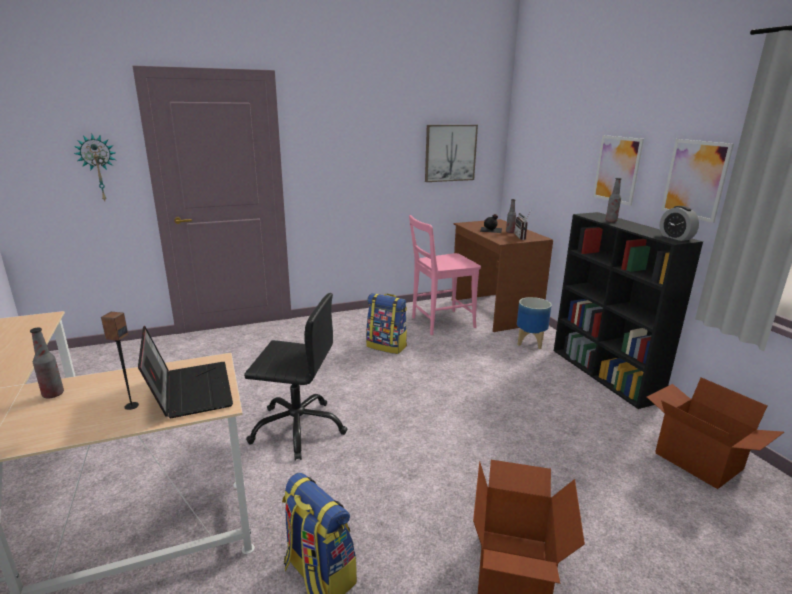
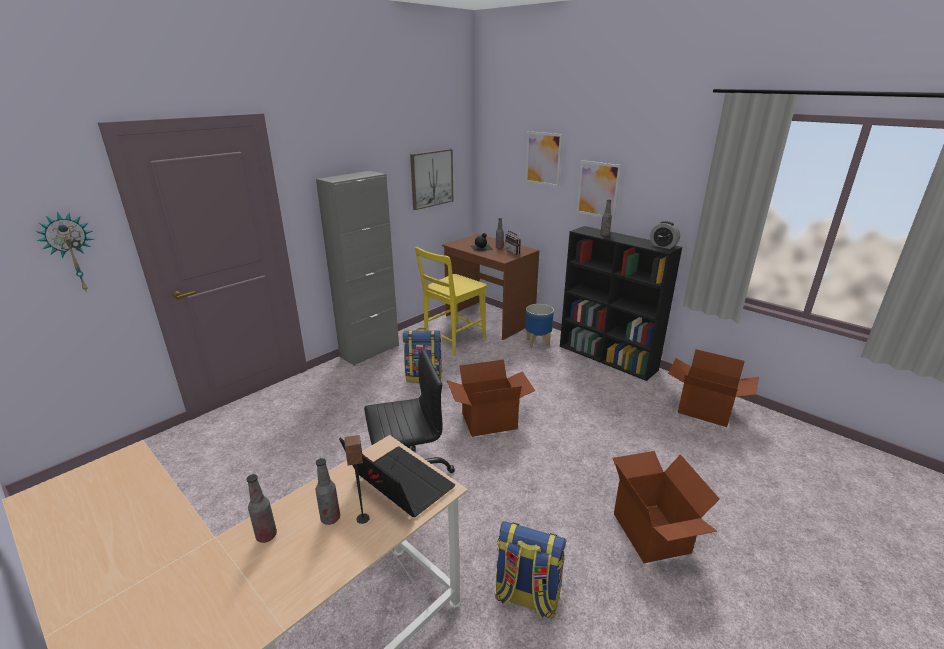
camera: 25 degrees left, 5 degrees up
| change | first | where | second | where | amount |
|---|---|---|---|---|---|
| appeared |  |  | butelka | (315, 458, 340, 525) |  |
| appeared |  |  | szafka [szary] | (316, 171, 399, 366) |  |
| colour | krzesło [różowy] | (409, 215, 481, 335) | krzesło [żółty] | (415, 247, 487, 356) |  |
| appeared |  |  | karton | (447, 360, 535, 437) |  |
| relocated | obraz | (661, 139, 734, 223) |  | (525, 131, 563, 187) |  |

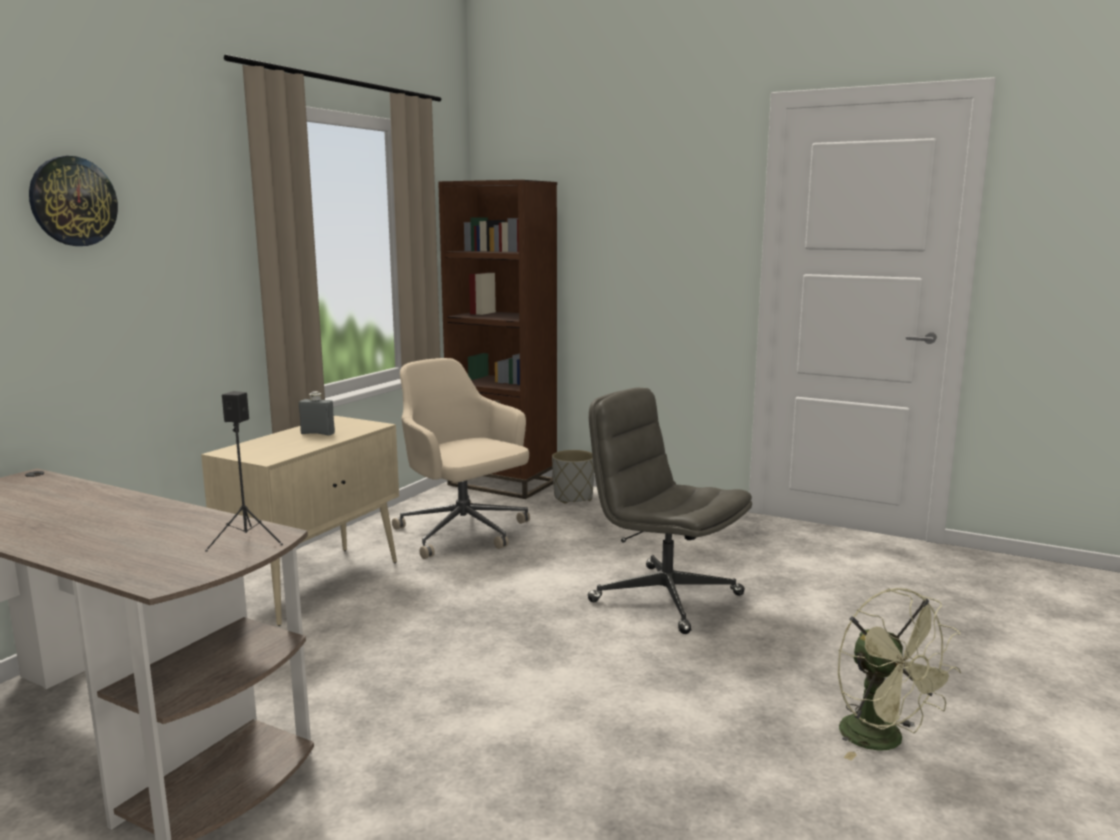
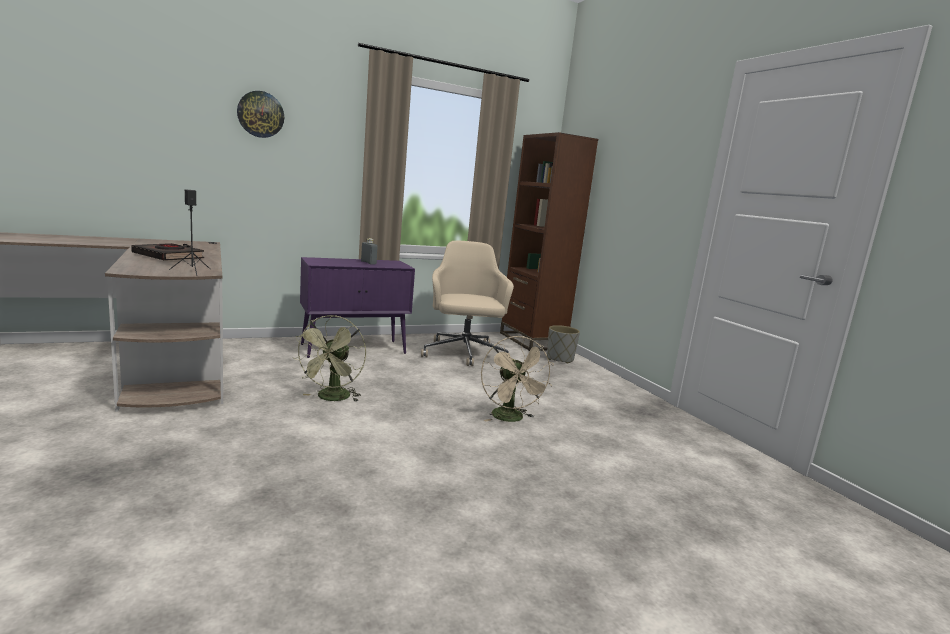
camera: 35 degrees right, 0 degrees up
| change | first | where | second | where | amount |
|---|---|---|---|---|---|
| appeared |  |  | książka [czarny] | (131, 243, 204, 261) |  |
| relocated | wentylator [zielony] | (838, 588, 961, 760) |  | (294, 315, 366, 401) |  |
| colour | szafka [beżowy] | (201, 416, 399, 626) | szafka [fioletowy] | (300, 257, 415, 358) |  |
| exchanged | krzesło biurowe [szary] | (588, 387, 752, 634) | wentylator [beżowy] | (481, 336, 554, 422) |  |

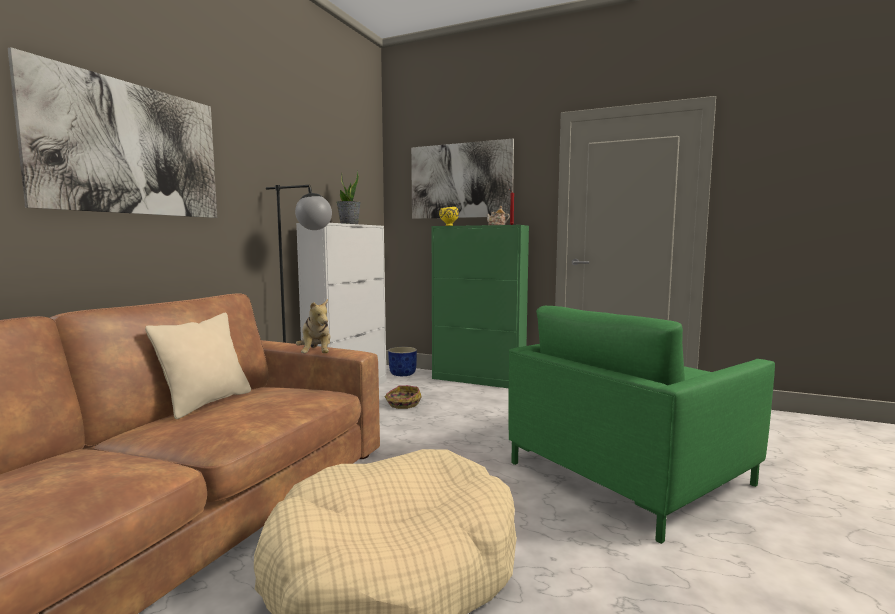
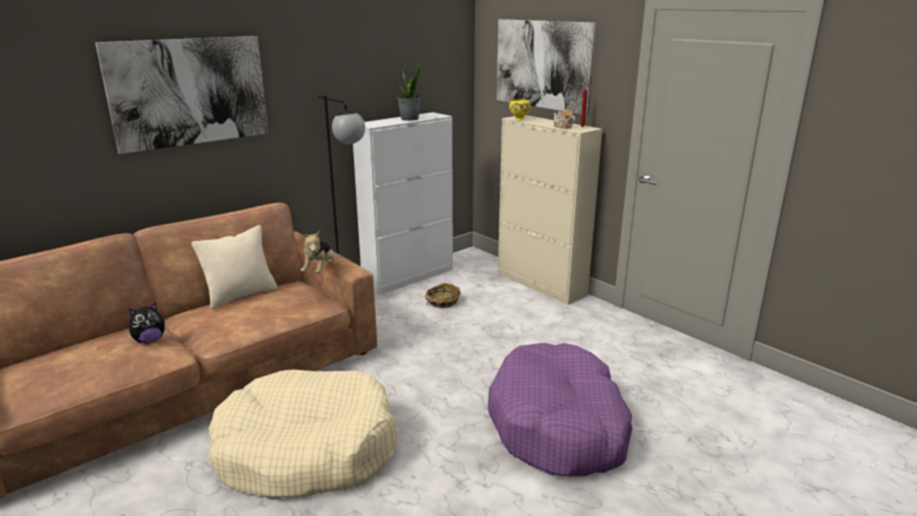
camera: 25 degrees right, 15 degrees up
| change | first | where | second | where | amount |
|---|---|---|---|---|---|
| appeared |  |  | pluszak | (129, 302, 165, 344) |  |
| exchanged | fotel [zielony] | (508, 306, 775, 544) | legowisko [fioletowy] | (488, 343, 633, 476) |  |
| colour | szafka [zielony] | (431, 225, 529, 388) | szafka [beżowy] | (498, 115, 603, 305) |  |
| missing | donica [niebieski] | (388, 347, 417, 376) |  |  |  |

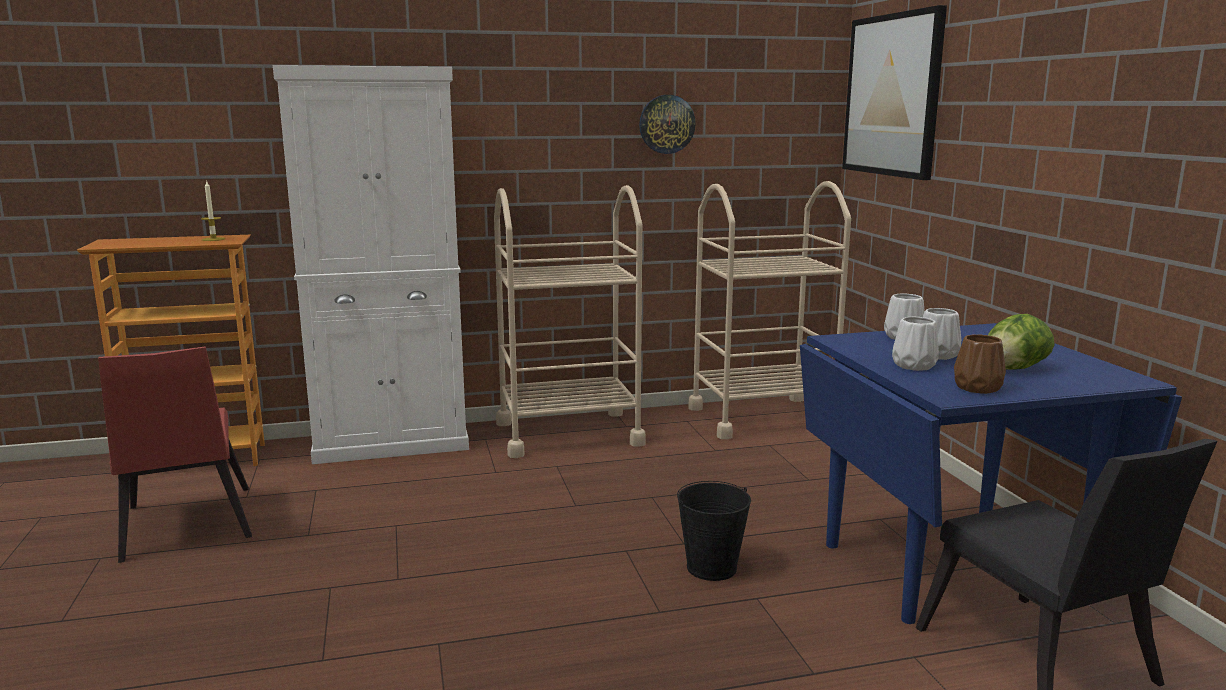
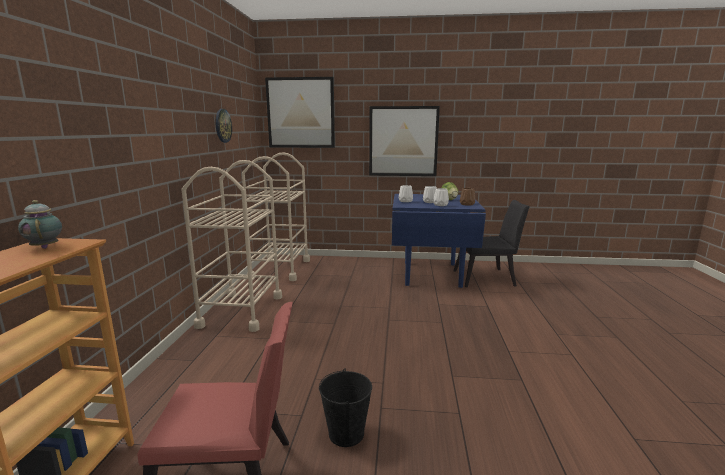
camera: 70 degrees left, 0 degrees up
| change | first | where | second | where | amount |
|---|---|---|---|---|---|
| exchanged | świeca | (201, 180, 225, 241) | imbryk | (18, 200, 62, 249) |  |
| relocated | wiadro [czarny] | (677, 481, 751, 581) |  | (319, 369, 372, 447) |  |
| appeared |  |  | obraz | (369, 106, 440, 176) |  |
| missing | szafka [biały] | (273, 65, 469, 464) |  |  |  |

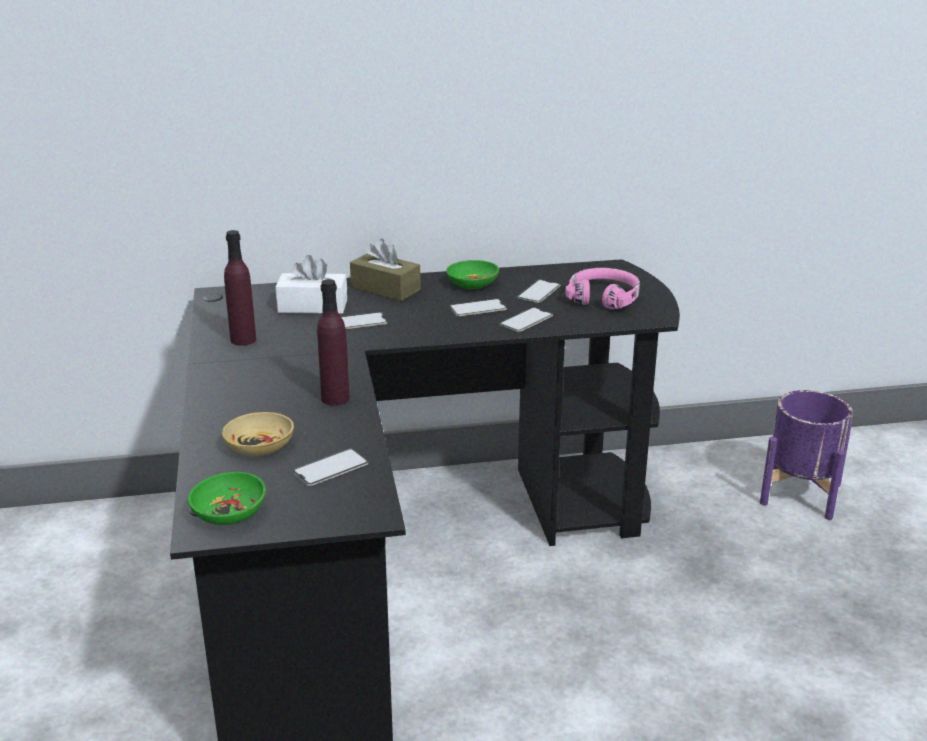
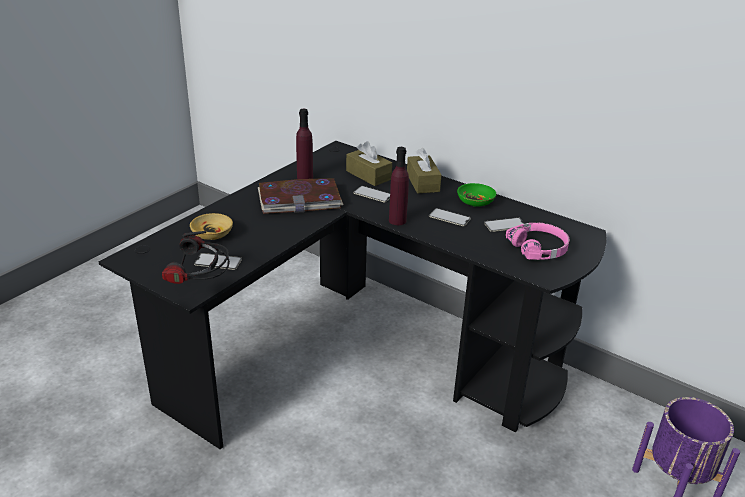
camera: 45 degrees right, 5 degrees up
| change | first | where | second | where | amount |
|---|---|---|---|---|---|
| appeared |  |  | słuchawki | (162, 231, 230, 284) |  |
| appeared |  |  | książka | (258, 178, 343, 214) |  |
| colour | pudełko chusteczek [biały] | (275, 255, 347, 314) | pudełko chusteczek [brązowy] | (346, 141, 392, 186) |  |
| relocated | butelka [fioletowy] | (317, 279, 350, 406) |  | (389, 147, 409, 225) |  |
| missing | miska [zielony] | (188, 472, 266, 525) |  |  |  |
| missing | telefon | (499, 307, 553, 332) |  |  |  |

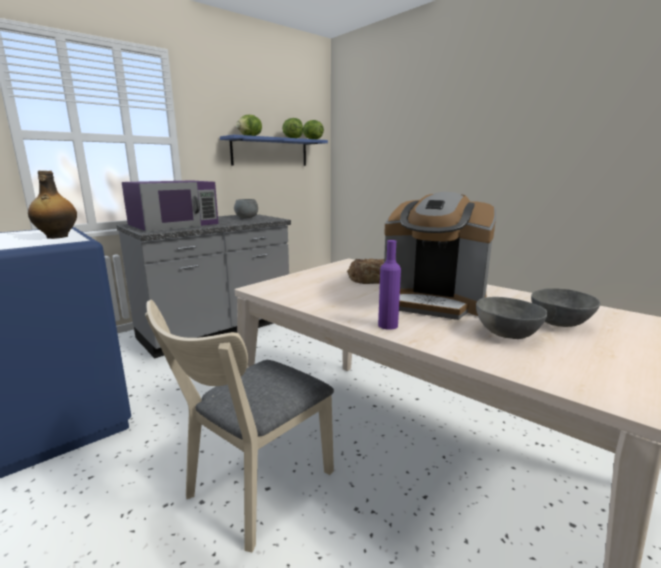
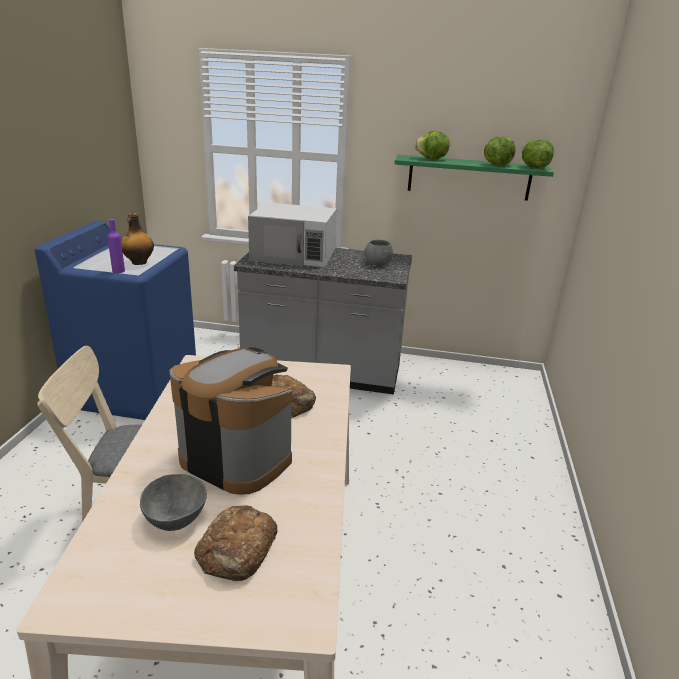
camera: 50 degrees right, 10 degrees up
| change | first | where | second | where | amount |
|---|---|---|---|---|---|
| relocated | butelka [fioletowy] | (378, 240, 401, 330) |  | (107, 219, 125, 273) |  |
| spun | ekspres do kawy | (384, 192, 496, 320) |  | (170, 347, 292, 495) | 135 degrees clockwise |
| exchanged | miska [szary] | (531, 288, 600, 327) | chleb | (194, 505, 278, 581) |  |
| colour | mikrofalówka [fioletowy] | (122, 180, 219, 231) | mikrofalówka [biały] | (248, 202, 337, 267) |  |
| colour | półka [niebieski] | (220, 135, 328, 166) | półka [zielony] | (395, 155, 554, 201) |  |

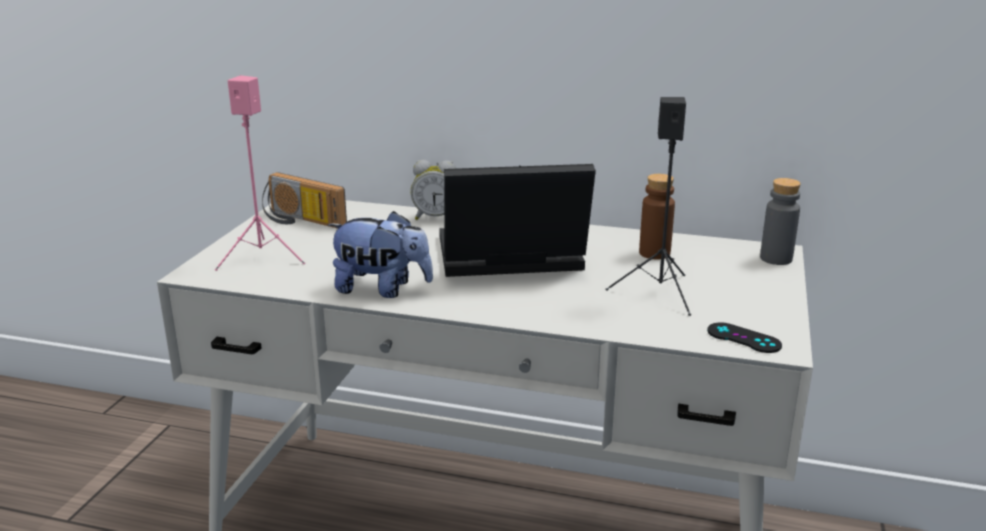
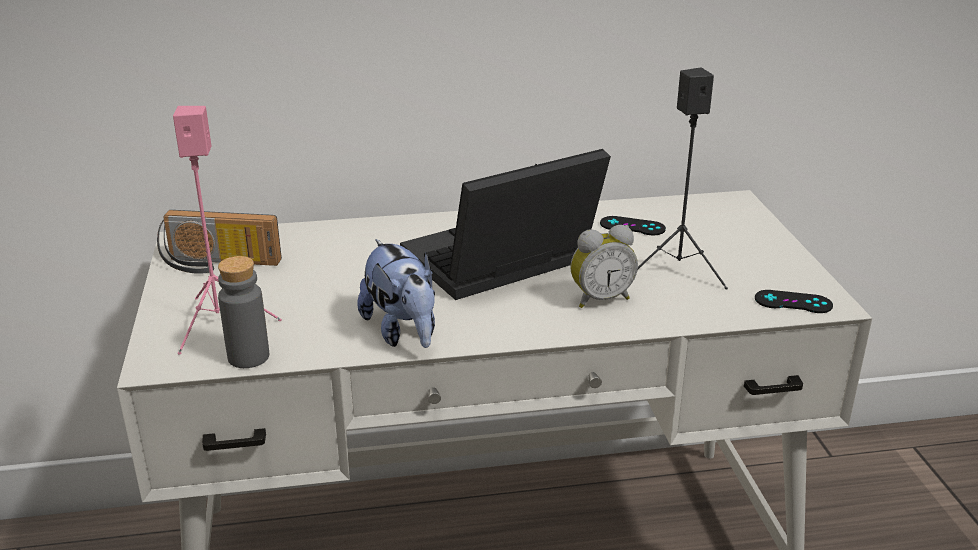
camera: 25 degrees left, 5 degrees up
| change | first | where | second | where | amount |
|---|---|---|---|---|---|
| relocated | butelka [szary] | (760, 178, 801, 265) |  | (218, 256, 269, 368) |  |
| spun | pluszak | (327, 211, 433, 298) |  | (358, 239, 435, 348) | 75 degrees clockwise |
| relocated | budzik | (411, 160, 457, 220) |  | (570, 225, 638, 308) |  |
| exchanged | butelka [brązowy] | (639, 174, 675, 260) | pad do gier [czarny] | (600, 216, 666, 235) |  |

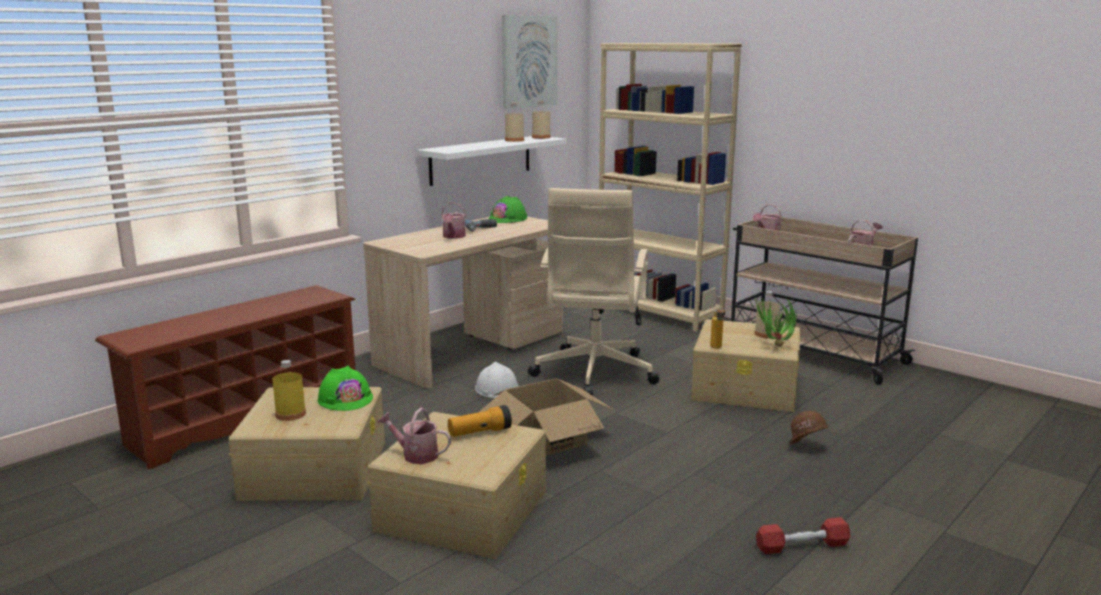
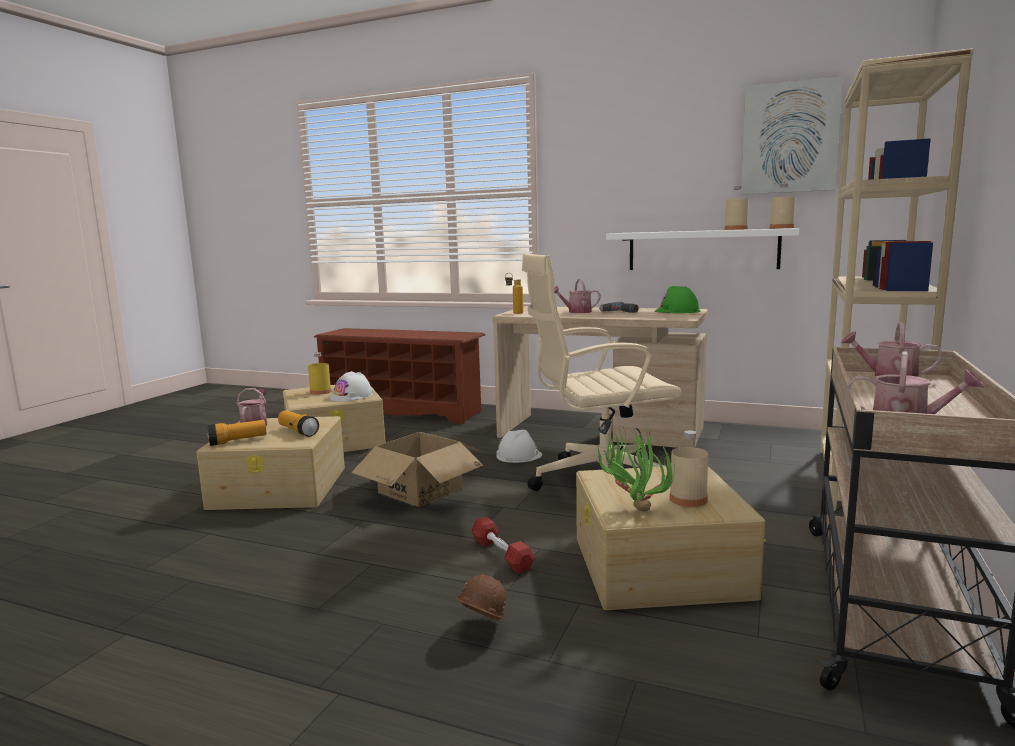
camera: 70 degrees right, 5 degrees down
| change | first | where | second | where | amount |
|---|---|---|---|---|---|
| appeared |  |  | latarka | (207, 420, 266, 446) |  |
| colour | kask [zielony] | (318, 366, 373, 411) | kask [biały] | (330, 371, 373, 401) |  |
| relocated | hantel [czerwony] | (756, 517, 850, 554) |  | (471, 517, 535, 574) |  |
| relocated | butelka | (710, 306, 725, 349) |  | (505, 273, 523, 314) |  |

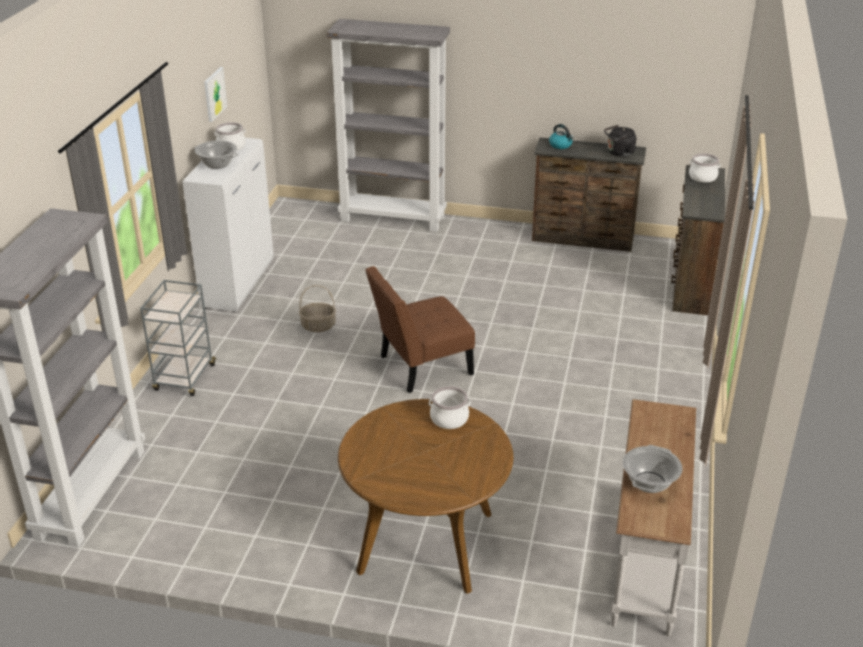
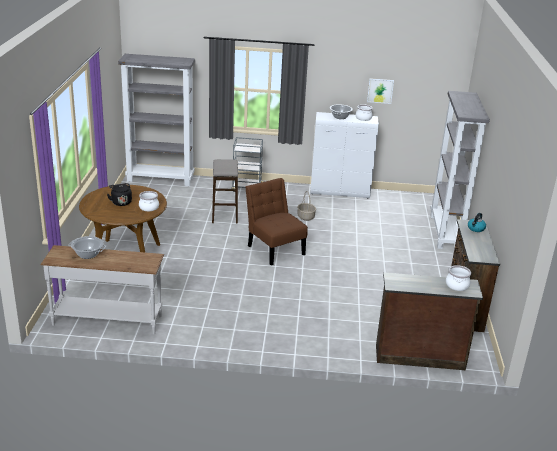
camera: 80 degrees right, 5 degrees down
| change | first | where | second | where | amount |
|---|---|---|---|---|---|
| relocated | czajnik [czarny] | (604, 125, 636, 157) |  | (107, 183, 132, 206) |  |
| appeared |  |  | stołek | (212, 159, 238, 223) |  |

